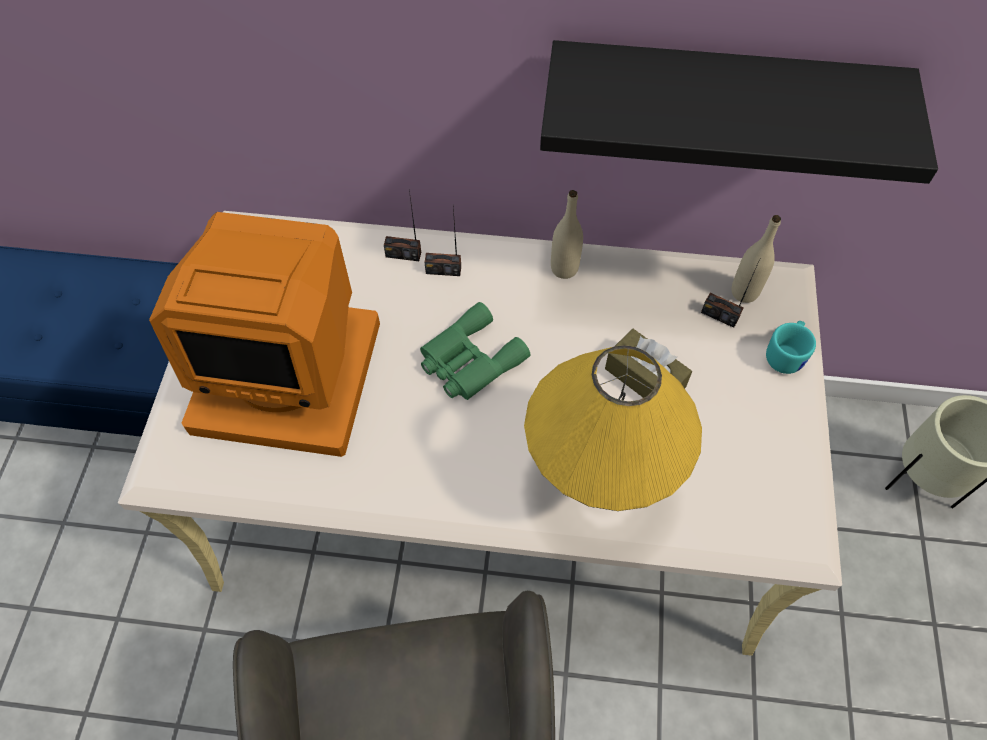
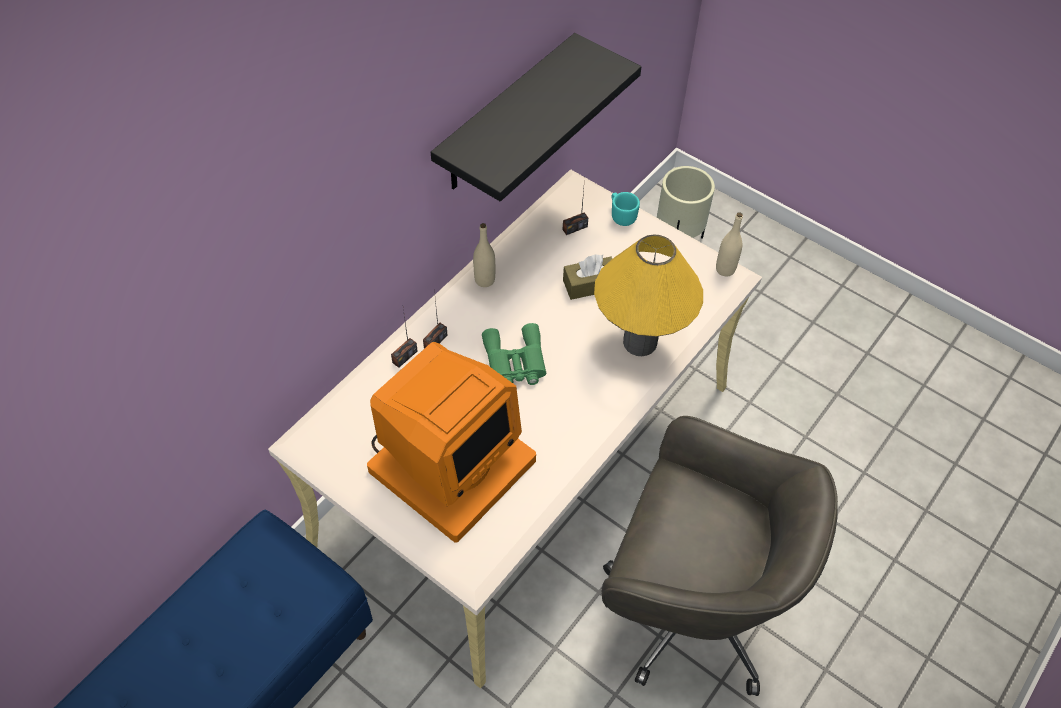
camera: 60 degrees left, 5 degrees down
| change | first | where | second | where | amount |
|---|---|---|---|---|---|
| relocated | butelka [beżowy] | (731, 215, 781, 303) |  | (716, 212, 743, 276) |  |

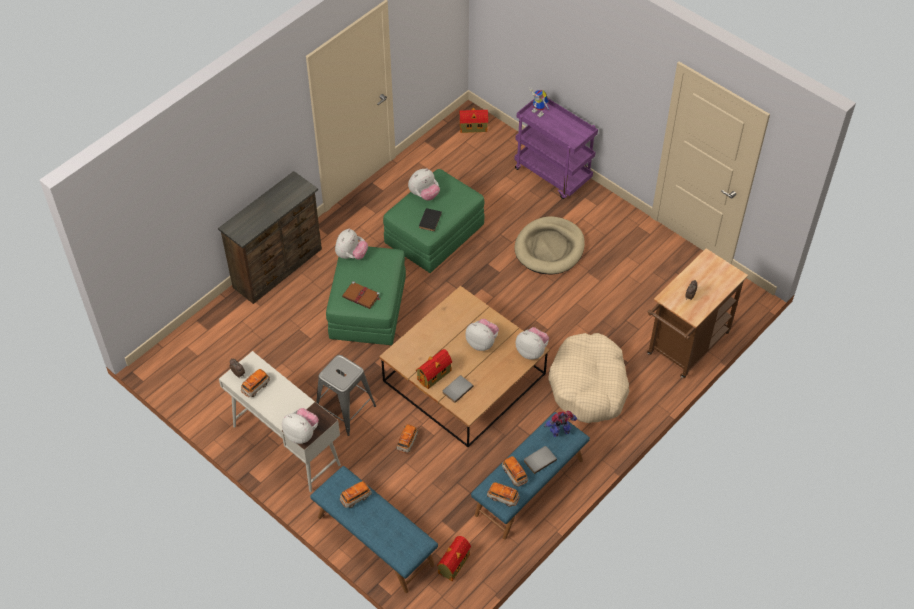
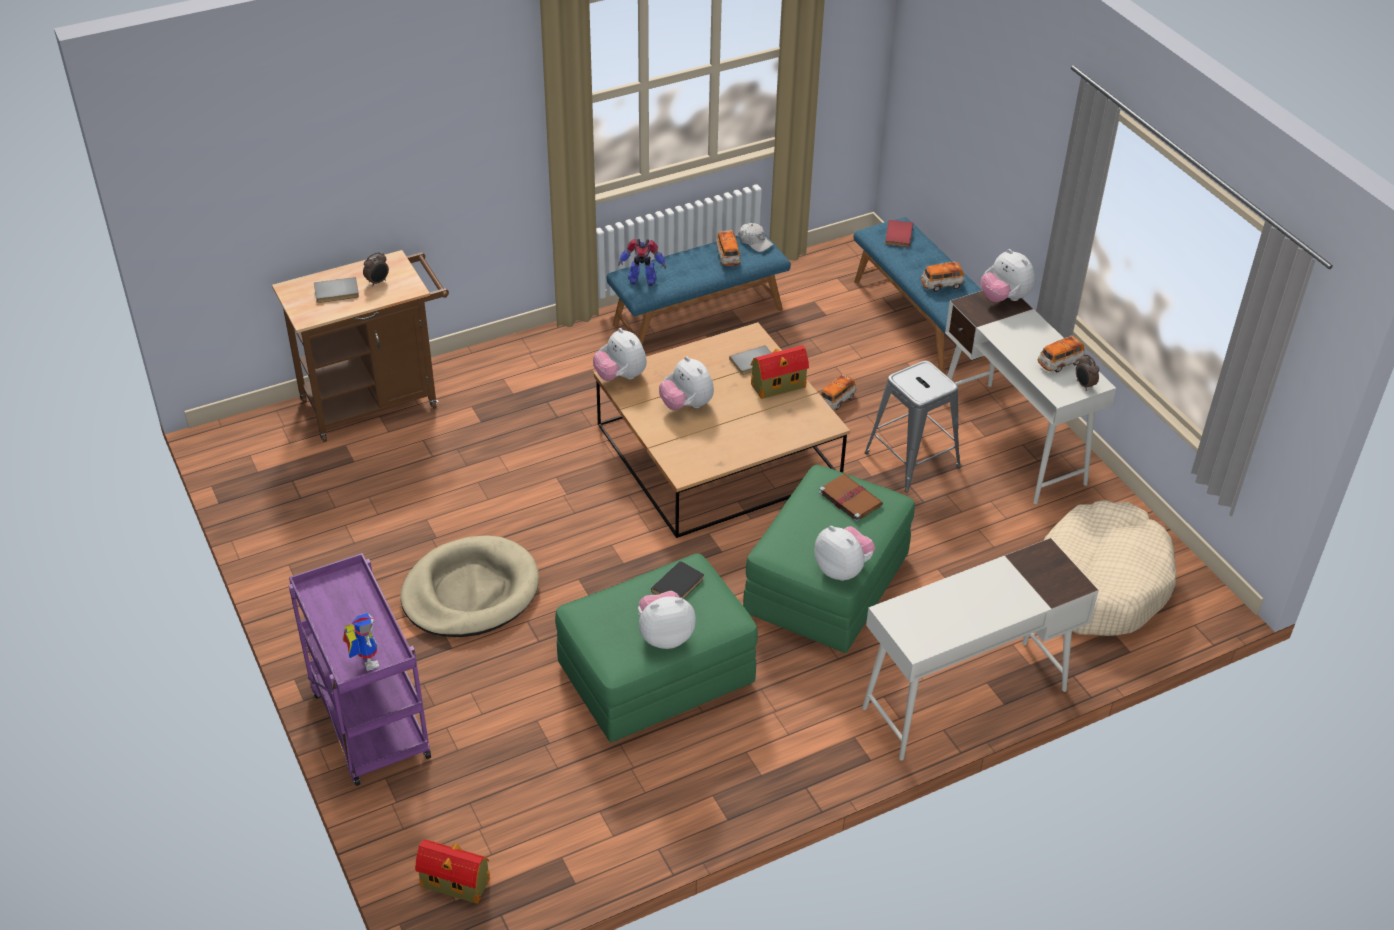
camera: 160 degrees left, 10 degrees down
| change | first | where | second | where | amount |
|---|---|---|---|---|---|
| relocated | książka [szary] | (524, 446, 557, 474) |  | (314, 277, 359, 303) |  |
| exchanged | samochodzik | (487, 482, 520, 507) | czapka z daszkiem [biały] | (738, 223, 773, 252) |  |
| spun | pluszak | (335, 229, 368, 260) |  | (814, 526, 875, 581) | 90 degrees clockwise |
| exchanged | komoda [brązowy] | (218, 171, 322, 304) | biurko [biały] | (862, 538, 1099, 760) |  |
| appeared |  |  | książka [czerwony] | (885, 220, 913, 247) |  |
| relocated | legowisko [beżowy] | (548, 333, 629, 423) |  | (1043, 500, 1176, 636) |  |
| missing | domek | (437, 536, 471, 581) |  |  |  |

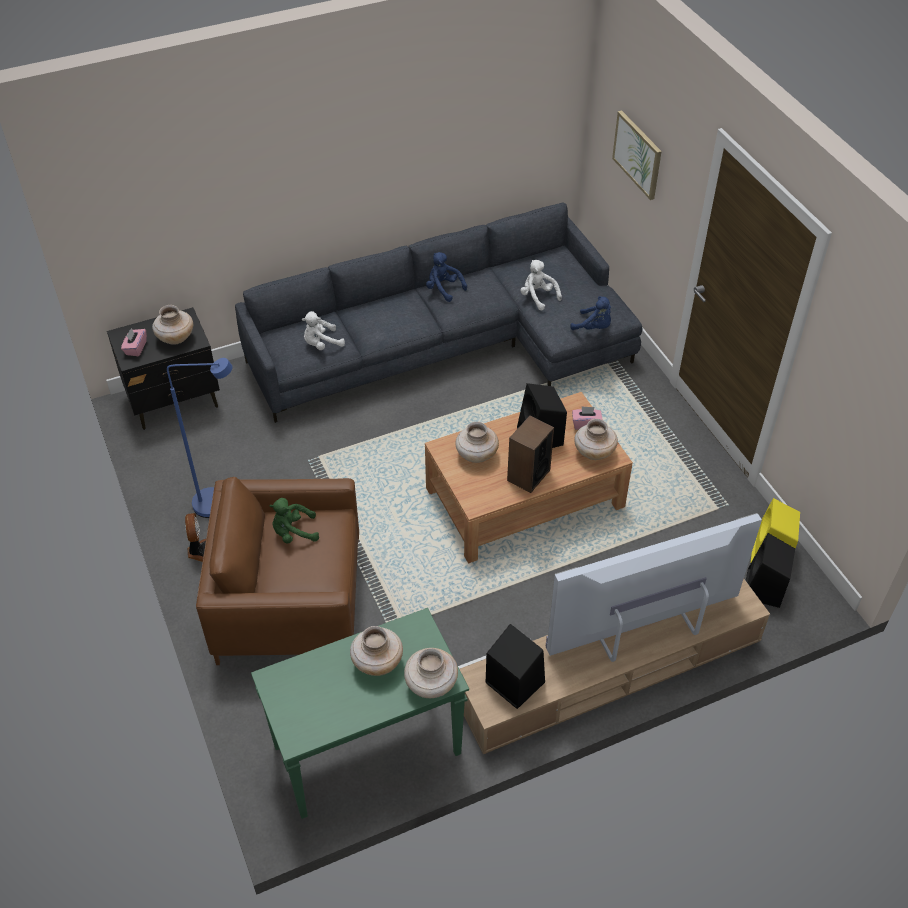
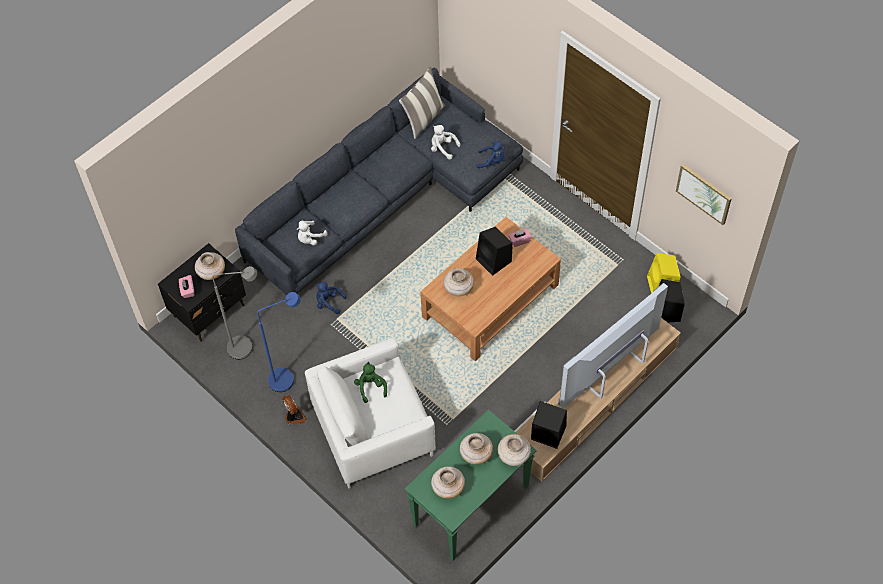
camera: 20 degrees left, 10 degrees up
| change | first | where | second | where | amount |
|---|---|---|---|---|---|
| appeared |  |  | lampa stojąca [szary] | (212, 266, 257, 359) |  |
| colour | fotel [brązowy] | (196, 477, 359, 665) | fotel [biały] | (305, 338, 436, 489) |  |
| relocated | pluszak [niebieski] | (426, 252, 467, 302) |  | (316, 282, 347, 314) |  |
| spun | pluszak [zielony] | (270, 498, 319, 543) |  | (354, 362, 387, 403) | 105 degrees clockwise |
| appeared |  |  | poduszka | (399, 66, 446, 139) |  |
| relocated | wazon [beżowy] | (574, 419, 618, 460) |  | (431, 467, 465, 499) |  |
| relocated | obraz | (612, 110, 662, 200) |  | (676, 164, 732, 225) |  |
| missing | głośnik | (507, 415, 554, 493) |  |  |  |

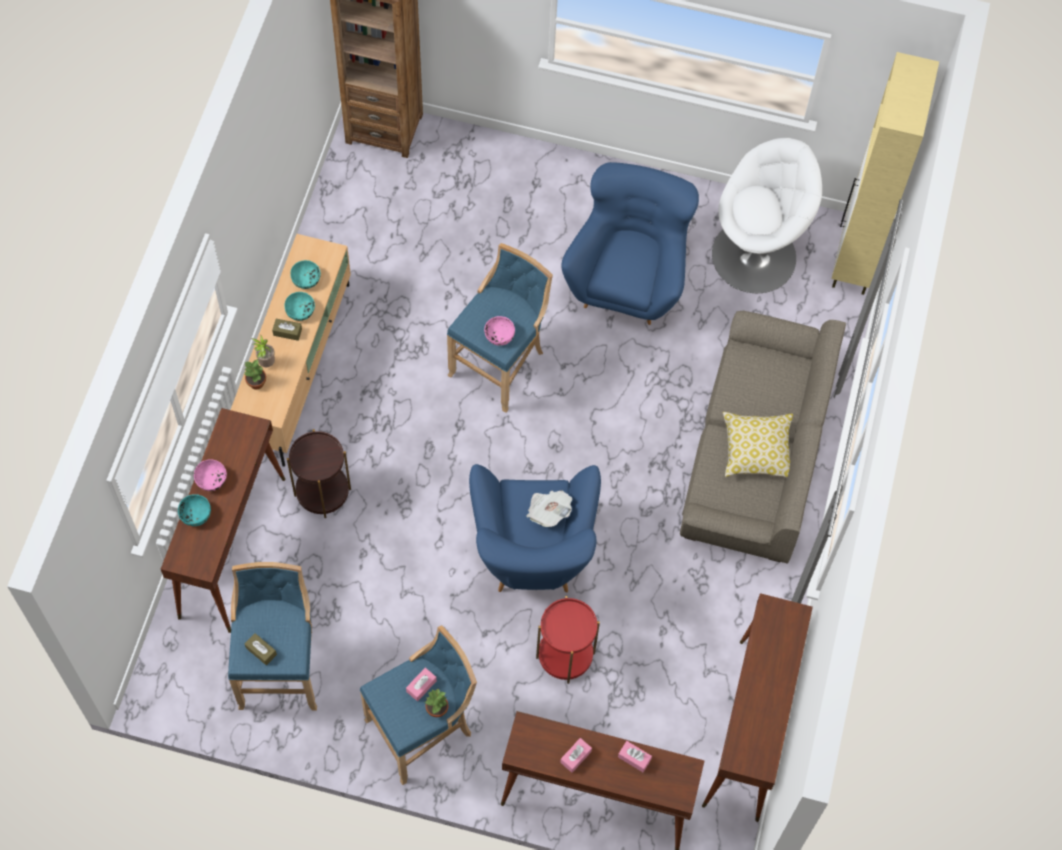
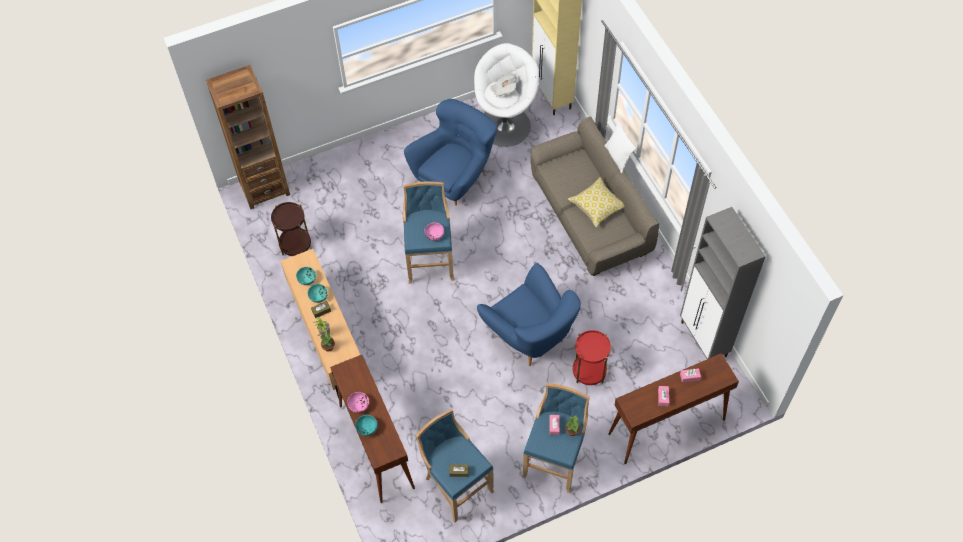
camera: 35 degrees left, 5 degrees down
| change | first | where | second | where | amount |
|---|---|---|---|---|---|
| relocated | stolik [brązowy] | (287, 429, 351, 518) |  | (271, 202, 311, 256) |  |
| spun | fotel [niebieski] | (561, 162, 699, 325) |  | (404, 99, 497, 206) | 60 degrees clockwise |
| relocated | gazeta | (526, 491, 572, 527) |  | (490, 73, 518, 97) |  |
| appeared |  |  | poduszka [biały] | (605, 121, 636, 173) |  |
| exchanged | stolik konsolowy [brązowy] | (702, 593, 813, 822) | szafka [szary] | (680, 207, 766, 359) |  |

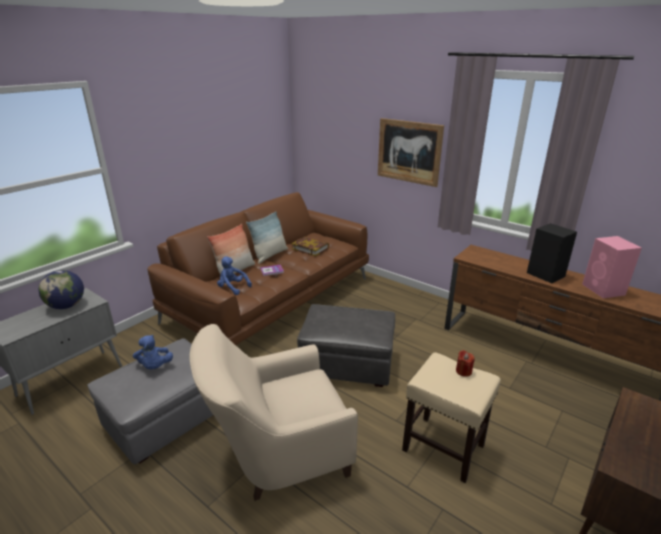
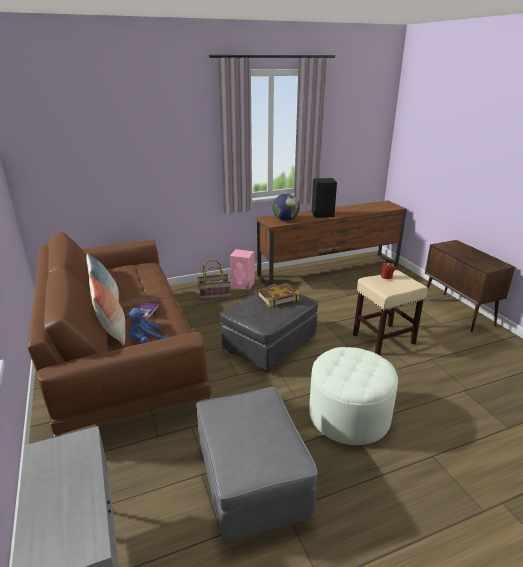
camera: 60 degrees left, 0 degrees up
| change | first | where | second | where | amount |
|---|---|---|---|---|---|
| appeared |  |  | koszyk | (197, 259, 231, 300) |  |
| relocated | głośnik [różowy] | (582, 236, 642, 298) |  | (230, 249, 255, 290) |  |
| relocated | książka | (291, 236, 329, 256) |  | (257, 283, 301, 308) |  |
| relocated | globus | (39, 270, 84, 309) |  | (273, 193, 300, 221) |  |
| exchanged | fotel [beżowy] | (190, 324, 358, 501) | pufa [biały] | (309, 347, 398, 445) |  |
| missing | pluszak [niebieski] | (133, 335, 173, 370) |  |  |  |
| missing | obraz | (378, 118, 444, 187) |  |  |  |

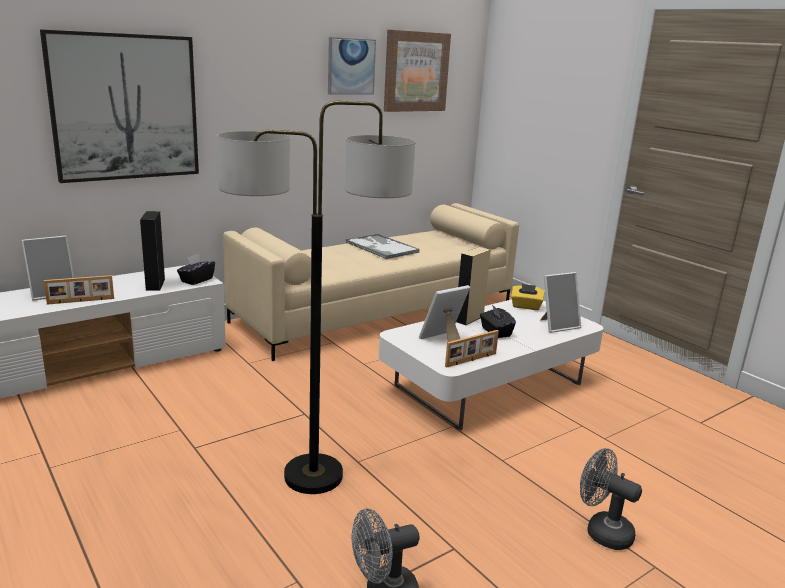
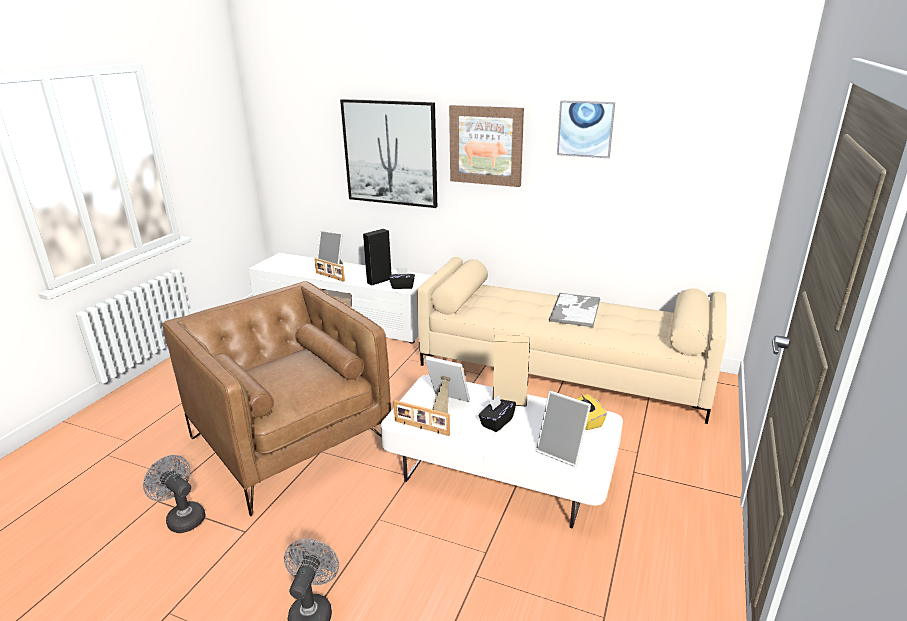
camera: 60 degrees right, 5 degrees up
| change | first | where | second | where | amount |
|---|---|---|---|---|---|
| exchanged | lampa stojąca | (217, 101, 415, 494) | fotel [brązowy] | (162, 281, 391, 516) |  |
| relocated | obraz | (384, 30, 451, 112) |  | (449, 105, 524, 187) |  |

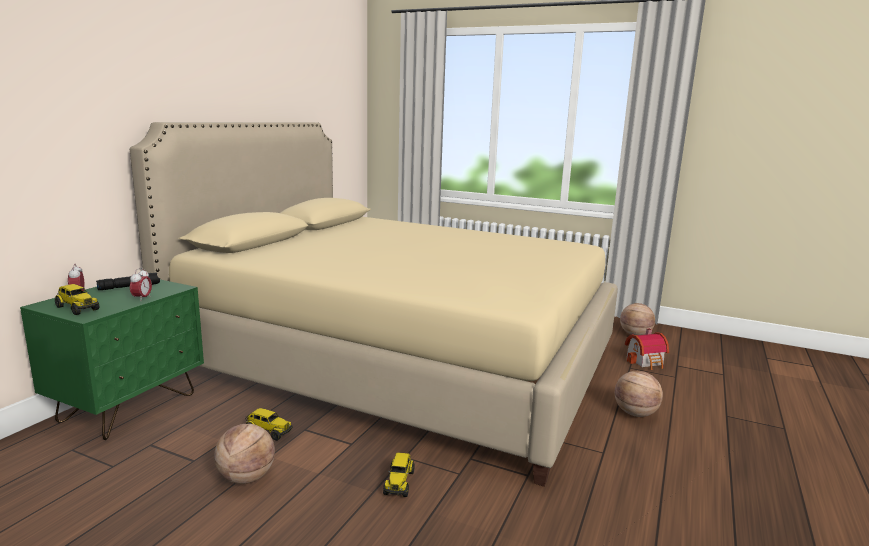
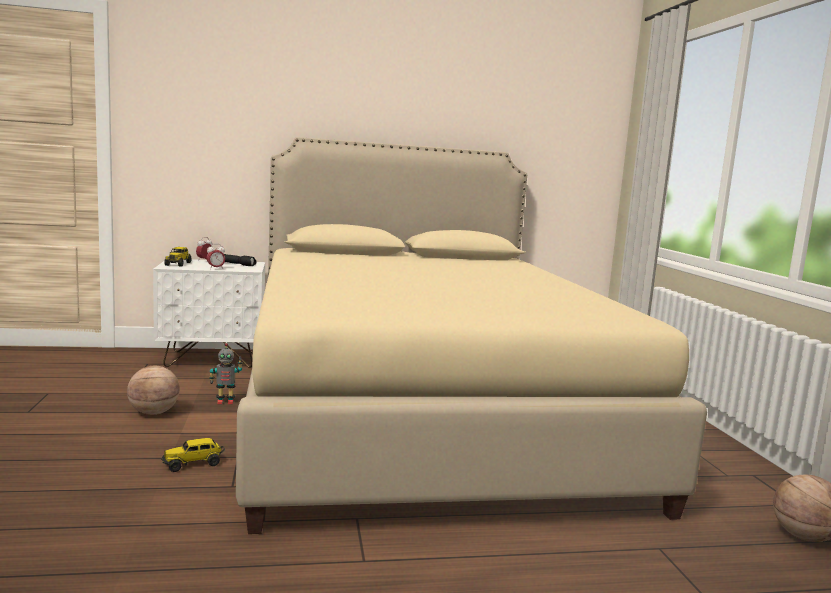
camera: 55 degrees right, 5 degrees down
| change | first | where | second | where | amount |
|---|---|---|---|---|---|
| colour | szafka nocna [zielony] | (20, 279, 204, 440) | szafka nocna [biały] | (153, 259, 265, 368) |  |
| exchanged | ciężarówka zabawkowa | (245, 408, 293, 441) | robot zabawkowy | (209, 343, 243, 404) |  |
| missing | piłka do koszykówki | (615, 371, 663, 417) |  |  |  |
| missing | domek | (625, 328, 669, 370) |  |  |  |

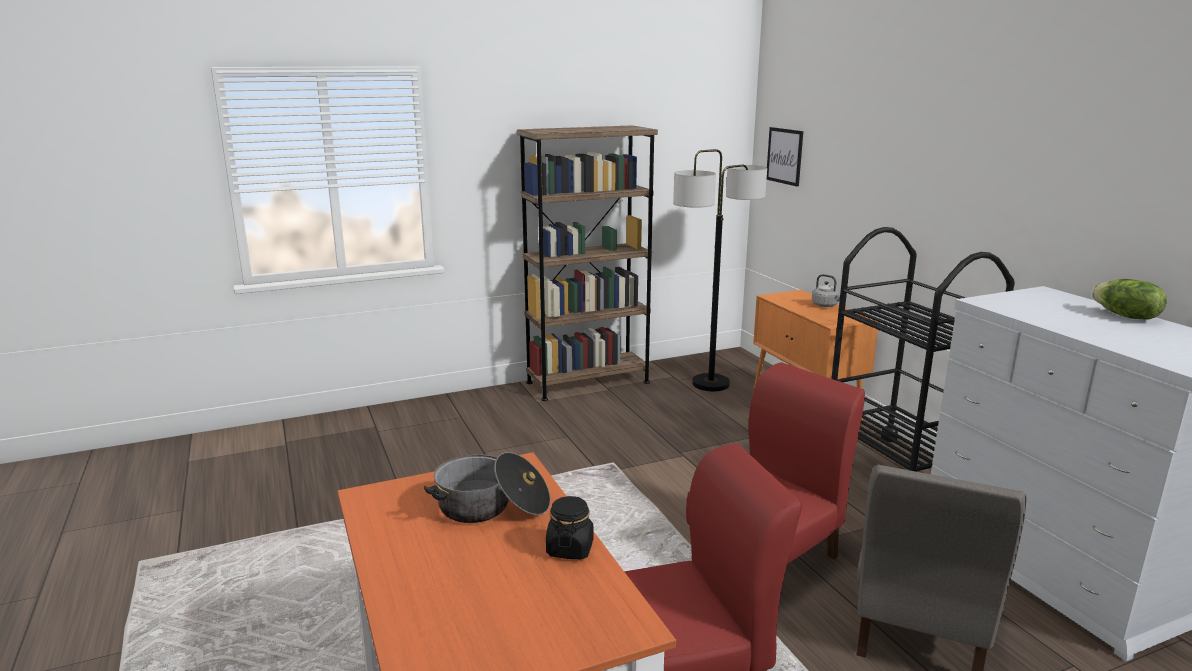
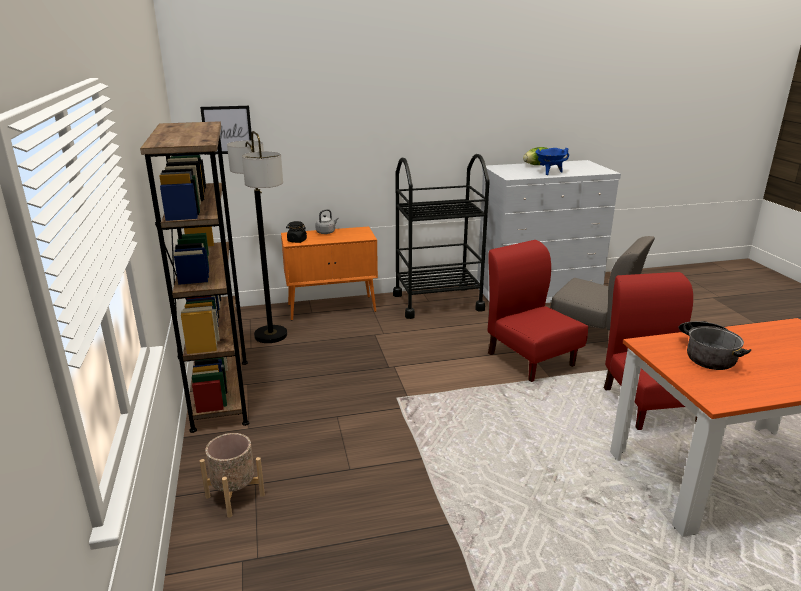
camera: 80 degrees left, 5 degrees up
| change | first | where | second | where | amount |
|---|---|---|---|---|---|
| appeared |  |  | donica [beżowy] | (200, 433, 265, 518) |  |
| relocated | słoik [czarny] | (546, 496, 594, 559) |  | (286, 221, 307, 243) |  |
| appeared |  |  | garnek [niebieski] | (535, 148, 569, 175) |  |

